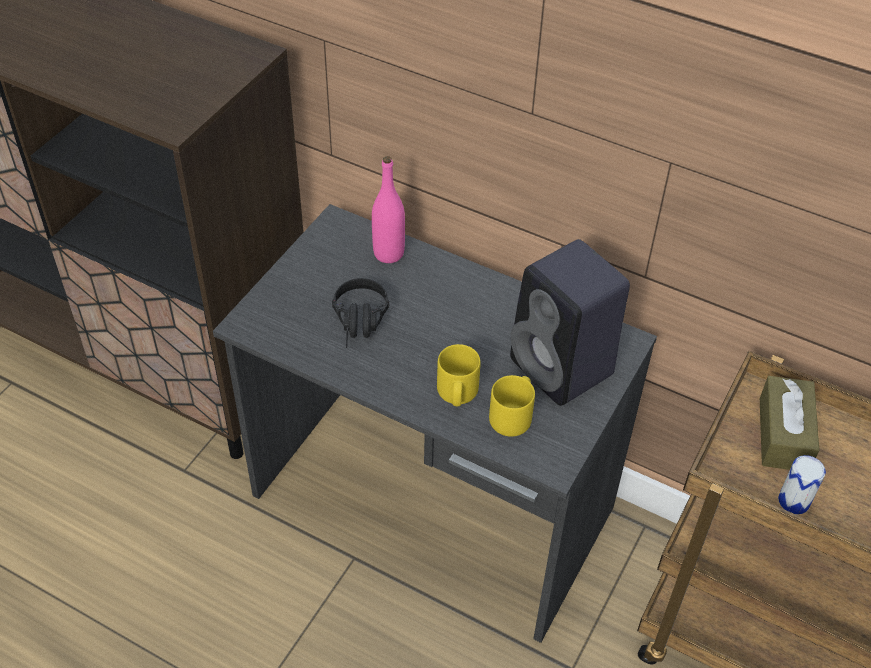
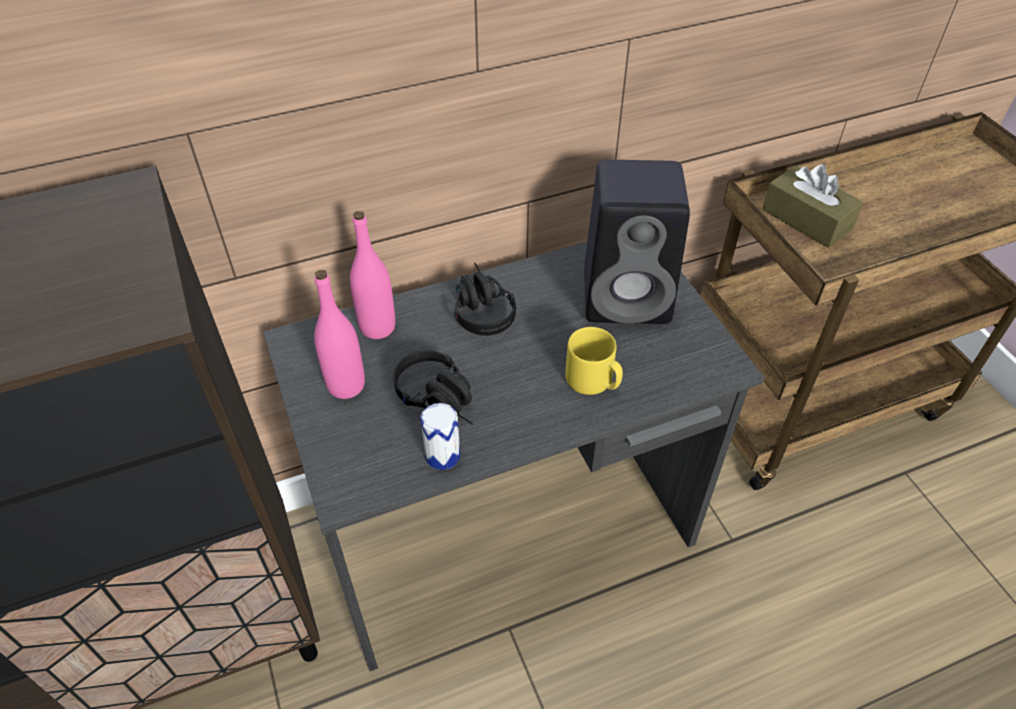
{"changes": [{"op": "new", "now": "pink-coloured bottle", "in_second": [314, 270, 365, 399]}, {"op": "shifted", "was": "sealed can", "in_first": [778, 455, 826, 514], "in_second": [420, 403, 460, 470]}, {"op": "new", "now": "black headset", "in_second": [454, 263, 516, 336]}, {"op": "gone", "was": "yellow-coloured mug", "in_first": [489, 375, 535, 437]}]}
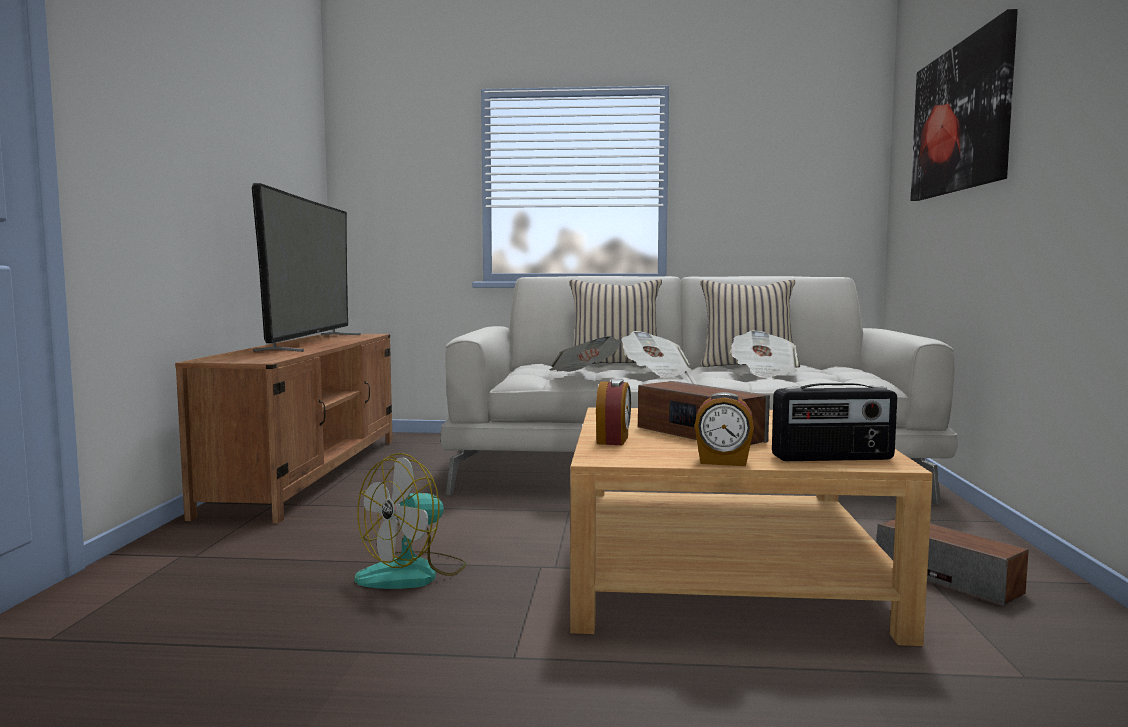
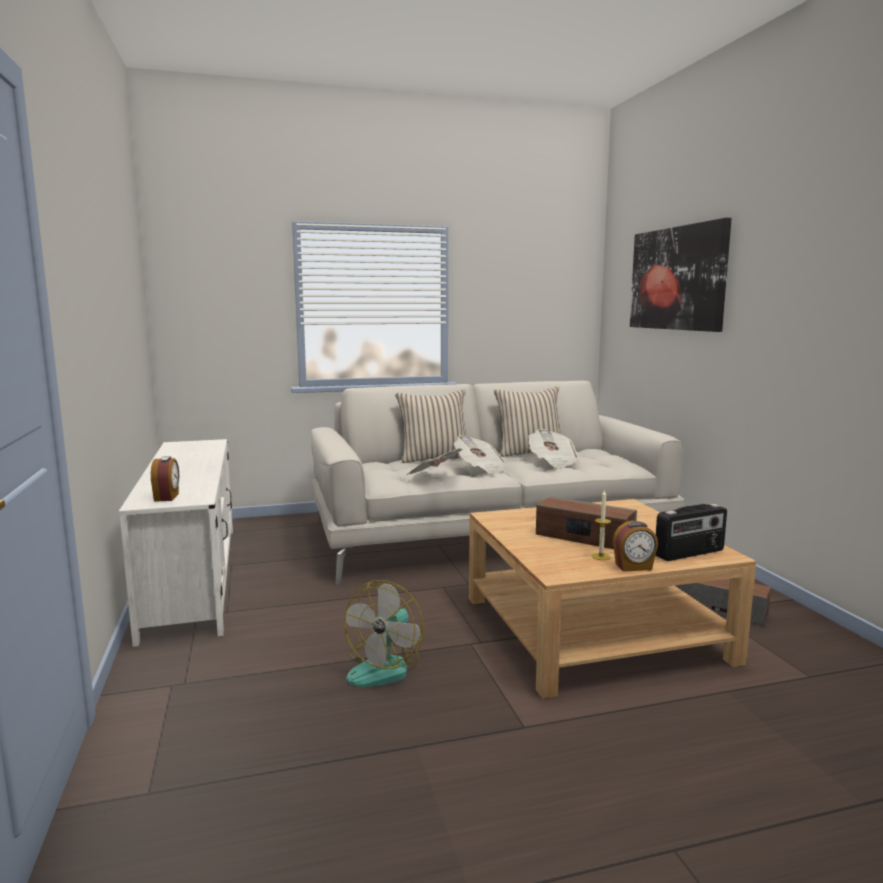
{"changes": [{"op": "repainted", "was": "brownish tv stand", "now": "whitish tv stand", "in_first": [175, 334, 393, 523], "in_second": [119, 439, 233, 647]}, {"op": "shifted", "was": "bedside clock", "in_first": [596, 379, 631, 445], "in_second": [151, 456, 179, 502]}, {"op": "new", "now": "candle", "in_second": [592, 489, 611, 560]}, {"op": "gone", "was": "television", "in_first": [252, 183, 361, 352]}]}
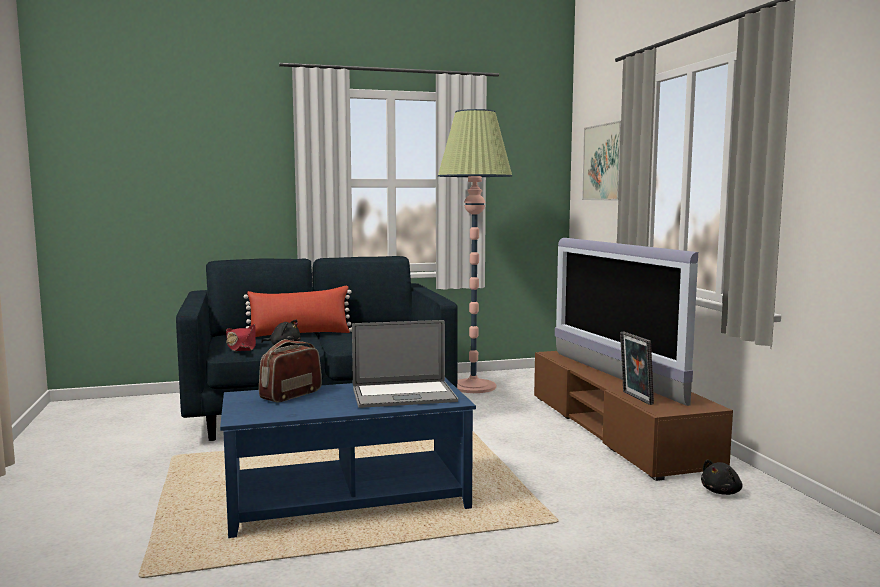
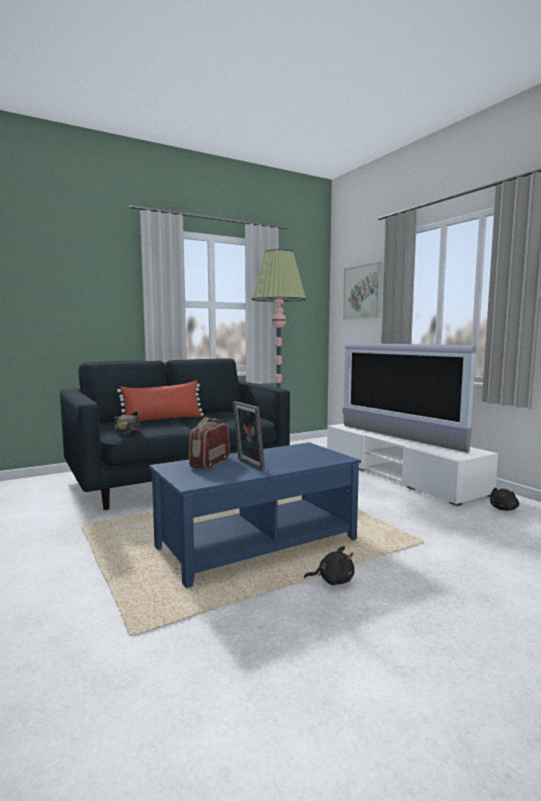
{"changes": [{"op": "repainted", "was": "reddish wearable hat", "now": "black wearable hat", "in_first": [226, 324, 256, 351], "in_second": [114, 411, 141, 434]}, {"op": "shifted", "was": "photo frame", "in_first": [620, 332, 654, 405], "in_second": [233, 401, 265, 470]}, {"op": "shifted", "was": "black cuddly toy", "in_first": [261, 319, 301, 347], "in_second": [304, 546, 355, 585]}, {"op": "repainted", "was": "brownish tv stand", "now": "whitish tv stand", "in_first": [534, 351, 733, 481], "in_second": [327, 424, 498, 506]}, {"op": "gone", "was": "notebook computer", "in_first": [352, 320, 458, 408]}]}
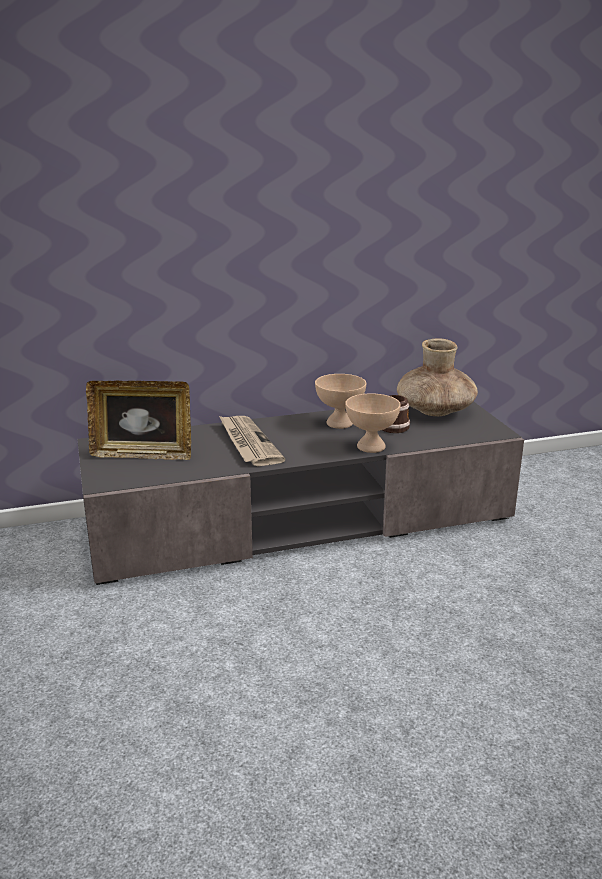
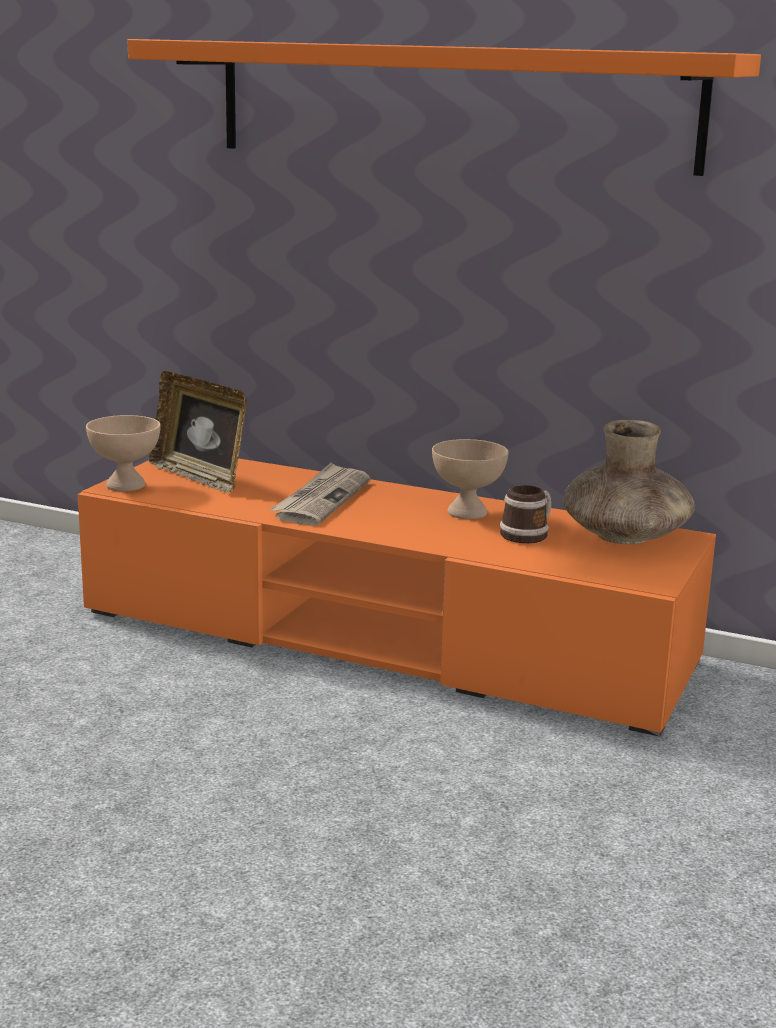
{"changes": [{"op": "repainted", "was": "grey tv stand", "now": "orange-coloured tv stand", "in_first": [77, 401, 524, 585], "in_second": [78, 458, 716, 737]}, {"op": "shifted", "was": "sand-coloured bowl", "in_first": [345, 393, 401, 453], "in_second": [86, 415, 161, 492]}, {"op": "new", "now": "orange-coloured bracket shelf", "in_second": [127, 39, 761, 176]}]}
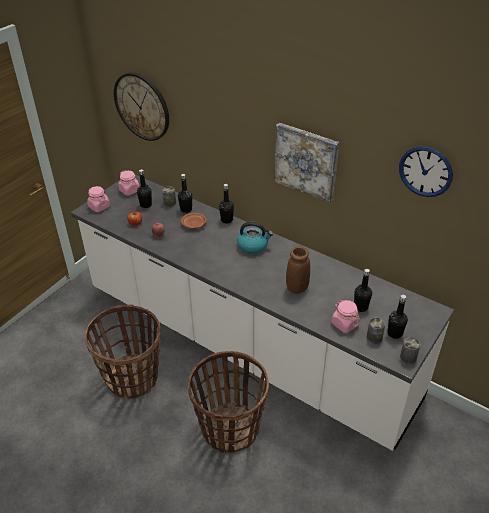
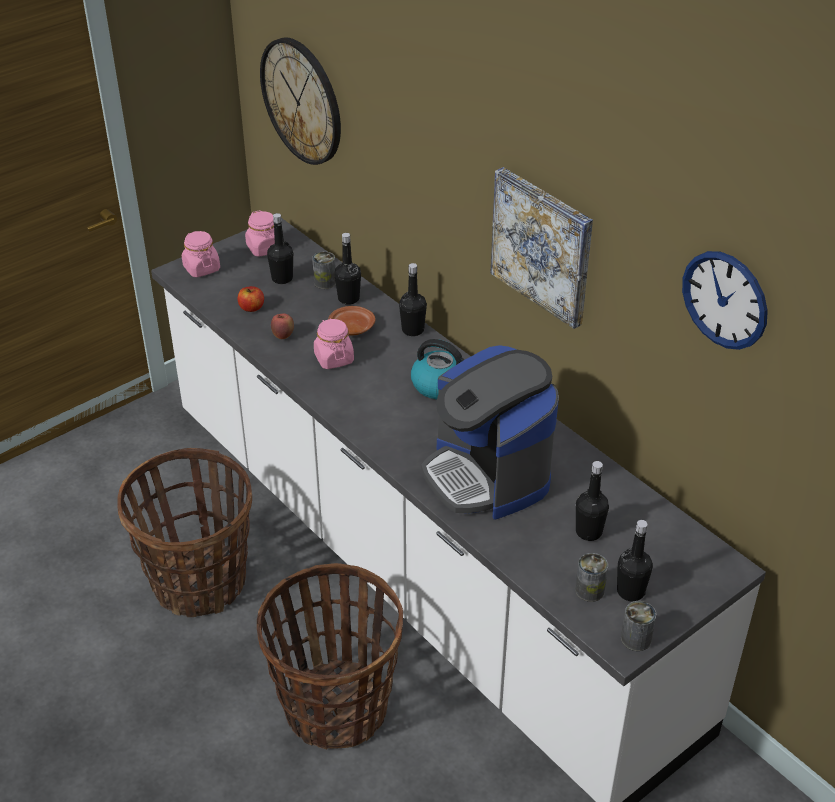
{"changes": [{"op": "shifted", "was": "pink-coloured preserve jar", "in_first": [332, 300, 360, 333], "in_second": [314, 318, 354, 369]}, {"op": "swapped", "was": "brownish decorative vase", "now": "coffee maker", "in_first": [286, 246, 310, 294], "in_second": [421, 345, 559, 519]}]}
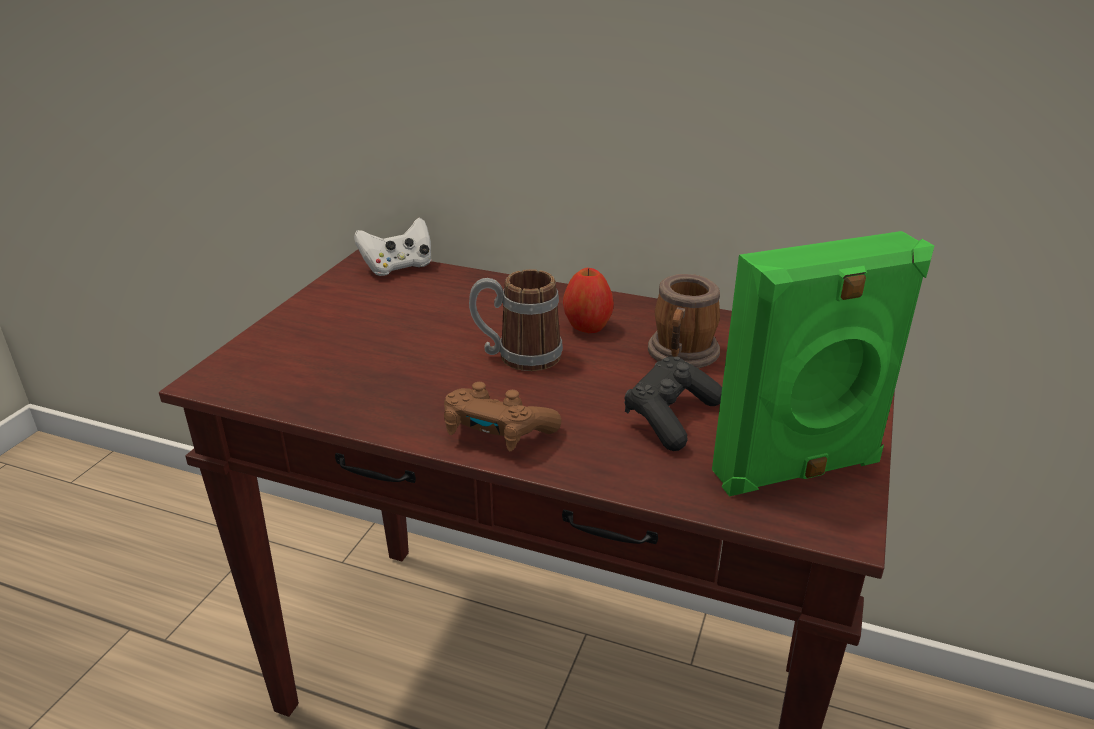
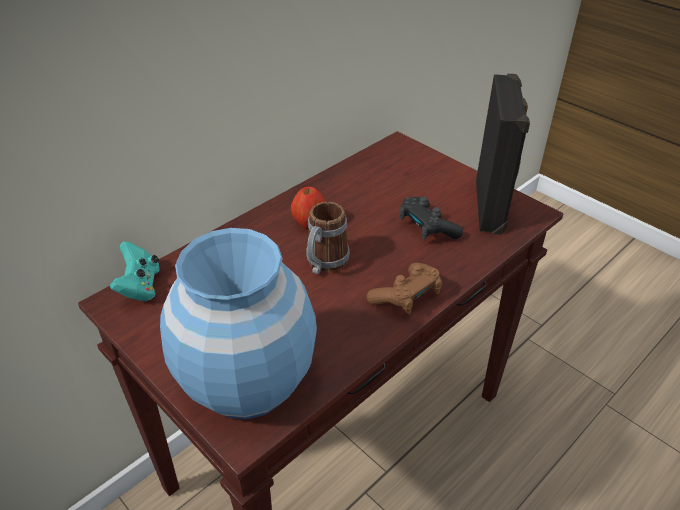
{"changes": [{"op": "repainted", "was": "whitish game controller", "now": "blue-green game controller", "in_first": [354, 217, 432, 276], "in_second": [110, 241, 160, 301]}, {"op": "new", "now": "blue decorative vase", "in_second": [160, 228, 317, 419]}, {"op": "repainted", "was": "green-coloured loudspeaker", "now": "black loudspeaker", "in_first": [712, 231, 934, 497], "in_second": [476, 74, 530, 235]}, {"op": "gone", "was": "mug", "in_first": [648, 274, 720, 368]}]}
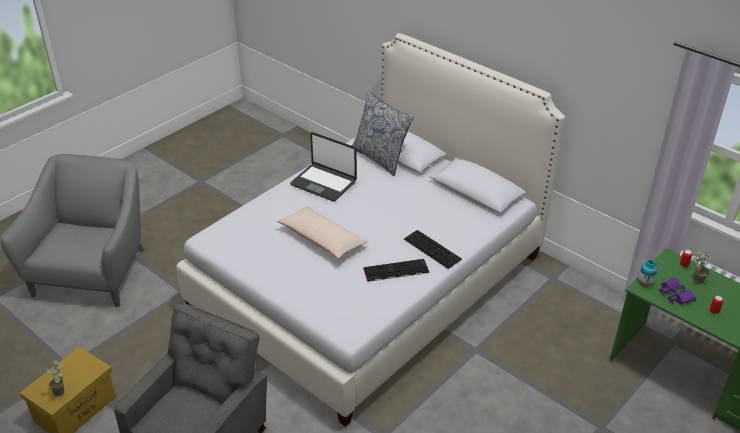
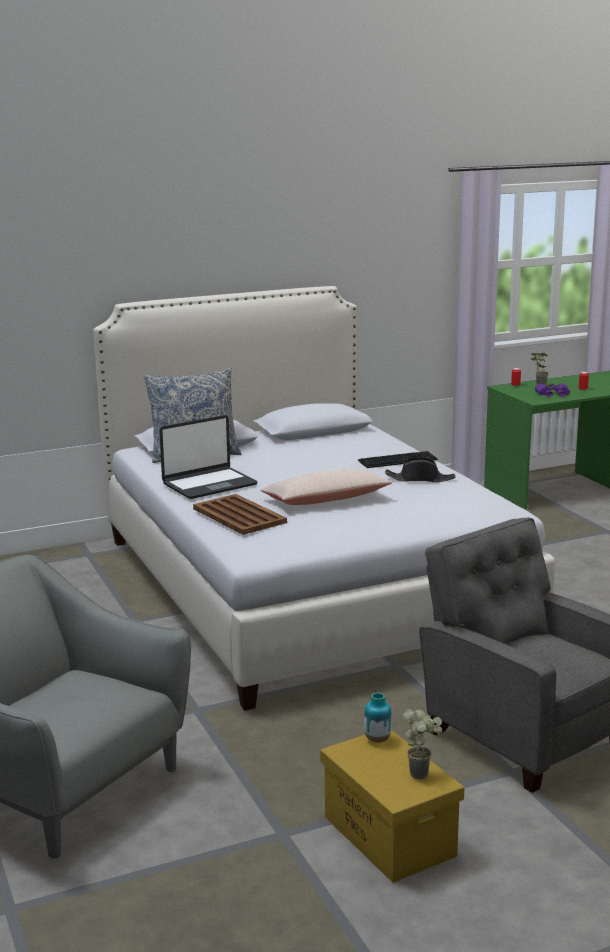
{"changes": [{"op": "new", "now": "brownish tray", "in_second": [193, 494, 287, 535]}, {"op": "shifted", "was": "decorative vase", "in_first": [639, 259, 657, 286], "in_second": [364, 692, 392, 743]}, {"op": "swapped", "was": "keyboard", "now": "black wearable hat", "in_first": [363, 259, 429, 282], "in_second": [385, 457, 456, 482]}]}
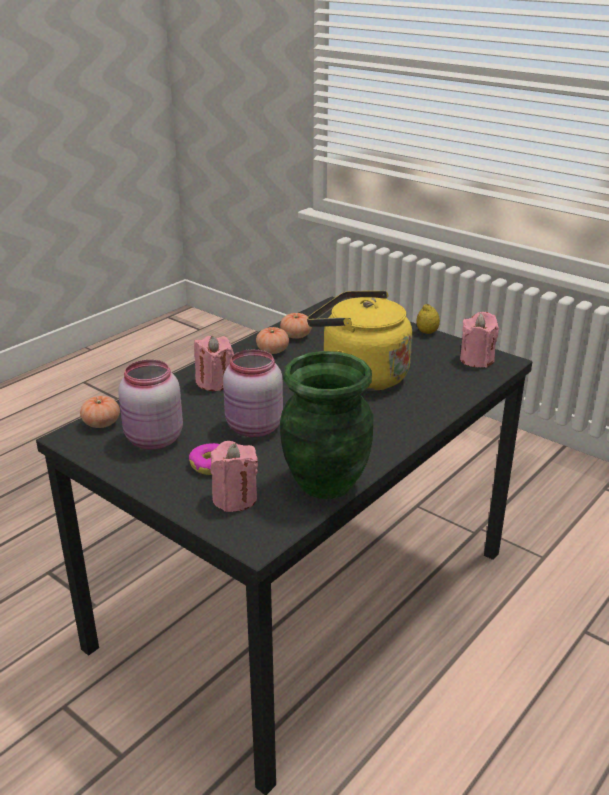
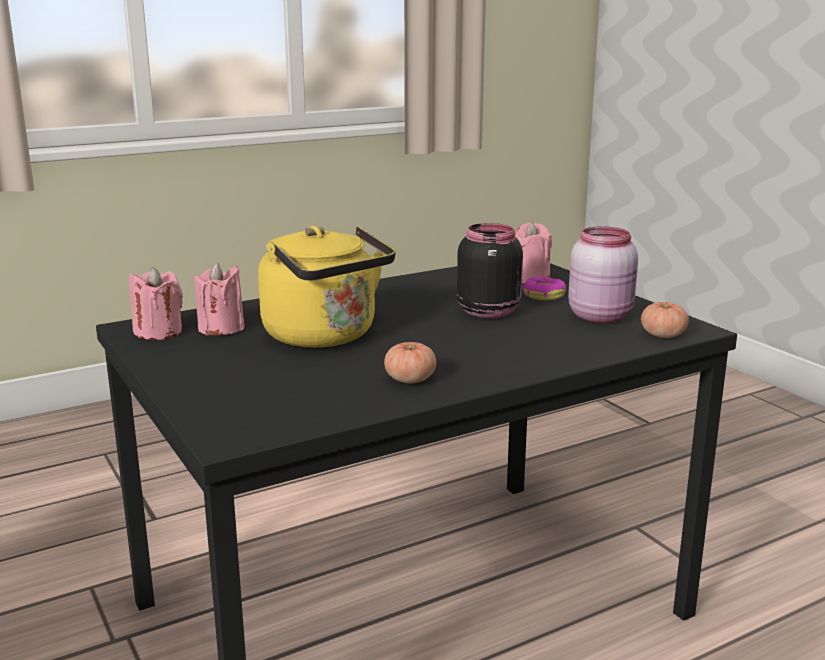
{"changes": [{"op": "shifted", "was": "pink-coloured candle", "in_first": [194, 336, 234, 391], "in_second": [194, 262, 245, 336]}, {"op": "repainted", "was": "pink-coloured preserve jar", "now": "black preserve jar", "in_first": [223, 349, 283, 437], "in_second": [457, 223, 523, 319]}, {"op": "gone", "was": "whole tomato", "in_first": [280, 313, 312, 339]}, {"op": "gone", "was": "green-coloured decorative vase", "in_first": [280, 351, 374, 499]}, {"op": "gone", "was": "citrus fruit", "in_first": [416, 304, 440, 334]}]}
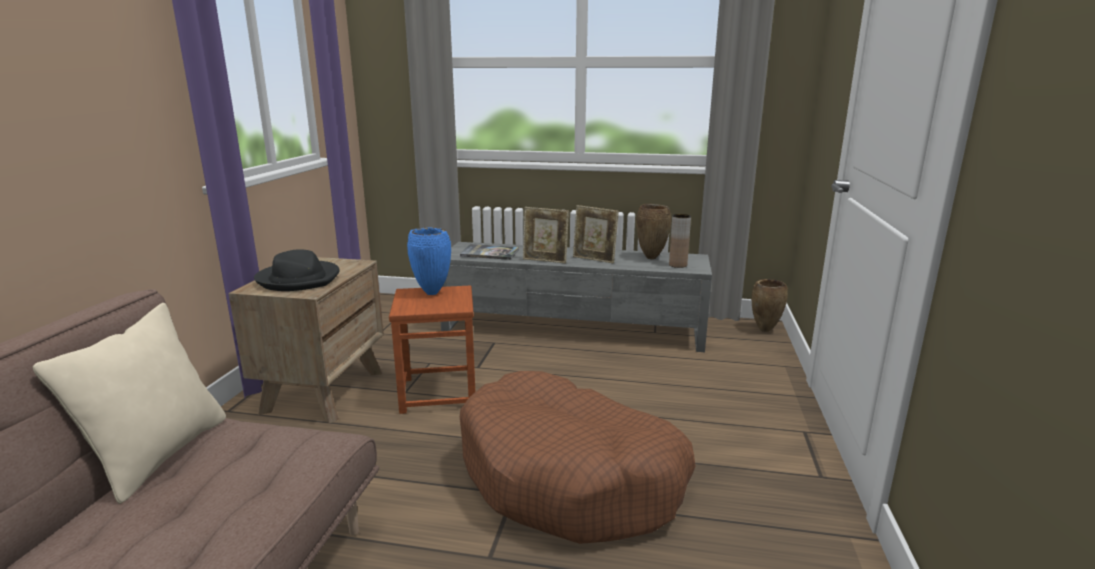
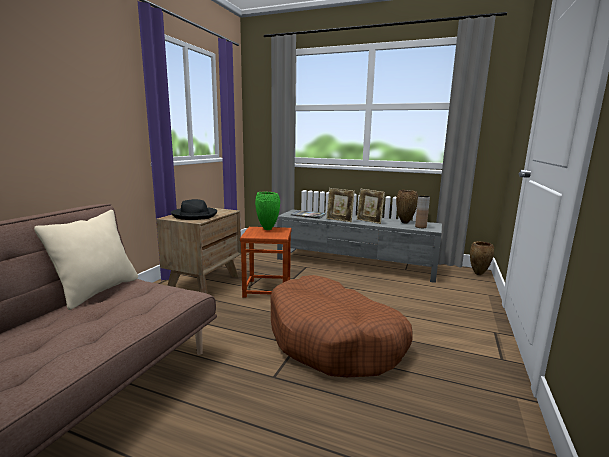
{"changes": [{"op": "repainted", "was": "blue decorative vase", "now": "green-coloured decorative vase", "in_first": [407, 228, 451, 295], "in_second": [255, 192, 280, 230]}]}
